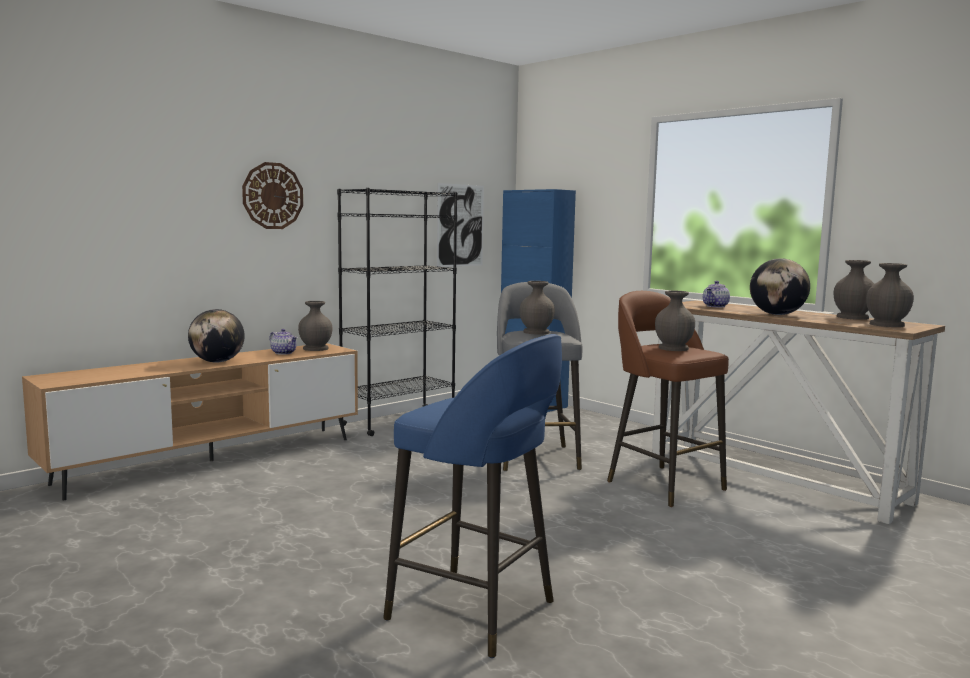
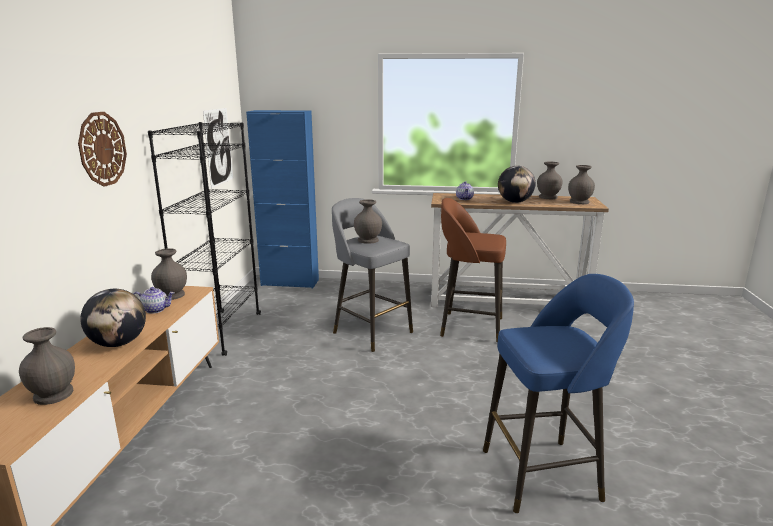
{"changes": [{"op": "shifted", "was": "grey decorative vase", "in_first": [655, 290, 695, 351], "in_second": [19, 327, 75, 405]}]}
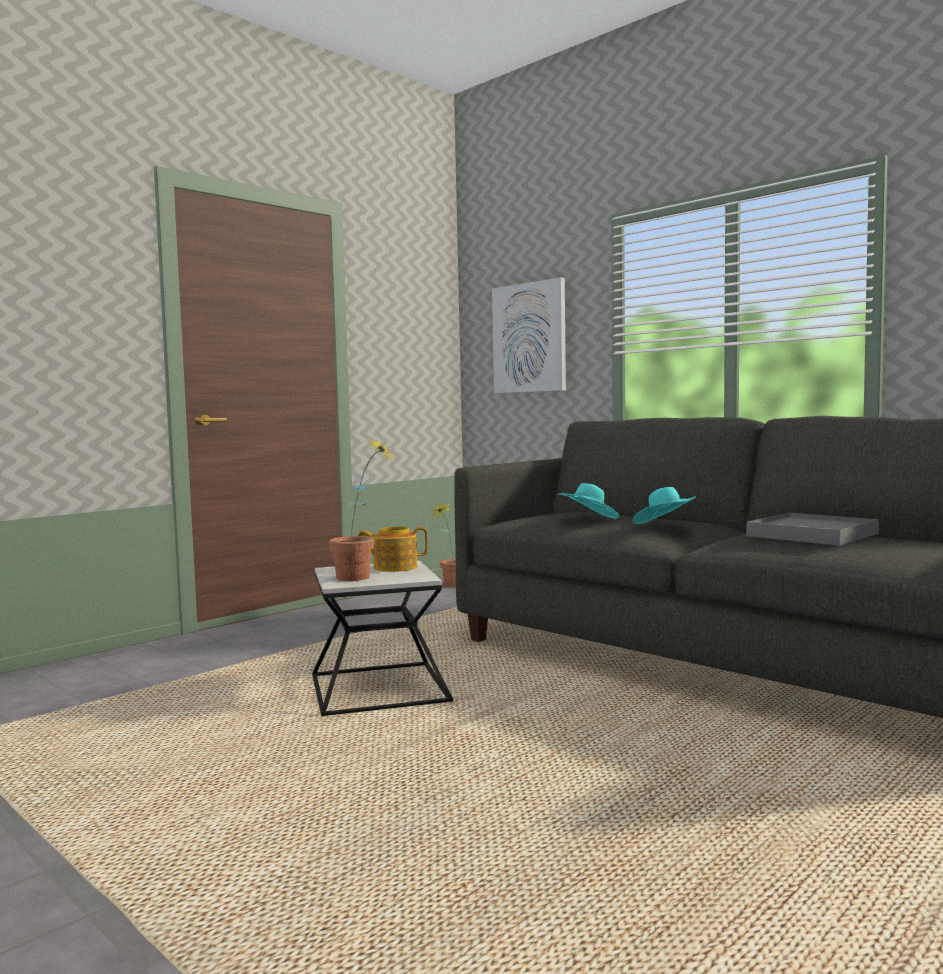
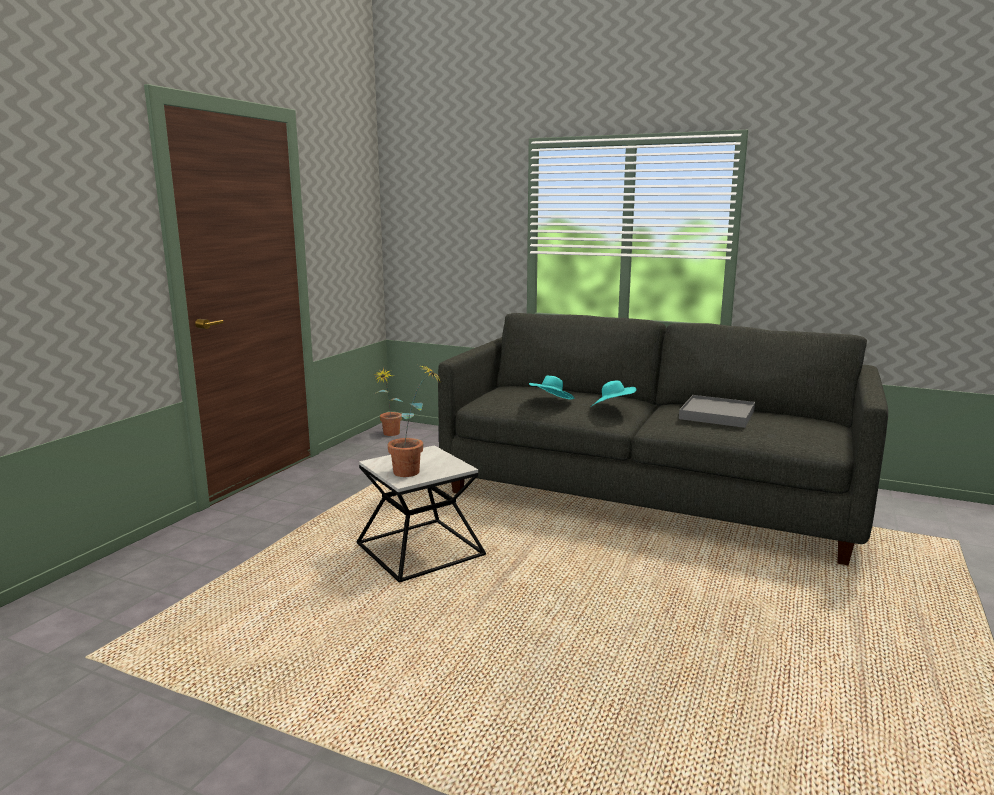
{"changes": [{"op": "gone", "was": "teapot", "in_first": [358, 526, 428, 572]}, {"op": "gone", "was": "wall art", "in_first": [492, 277, 566, 393]}]}
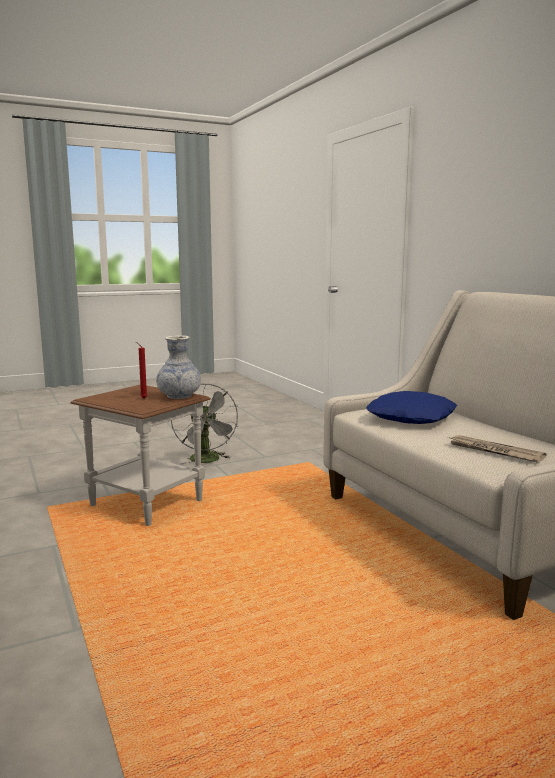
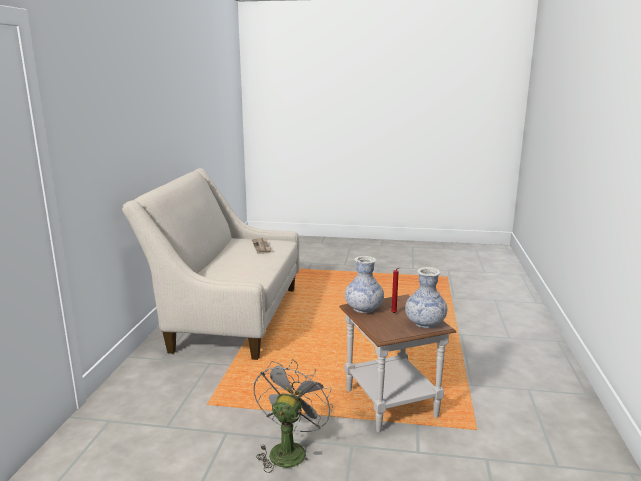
{"changes": [{"op": "new", "now": "decorative vase", "in_second": [405, 267, 447, 328]}, {"op": "gone", "was": "blue throw pillow", "in_first": [366, 391, 457, 424]}]}
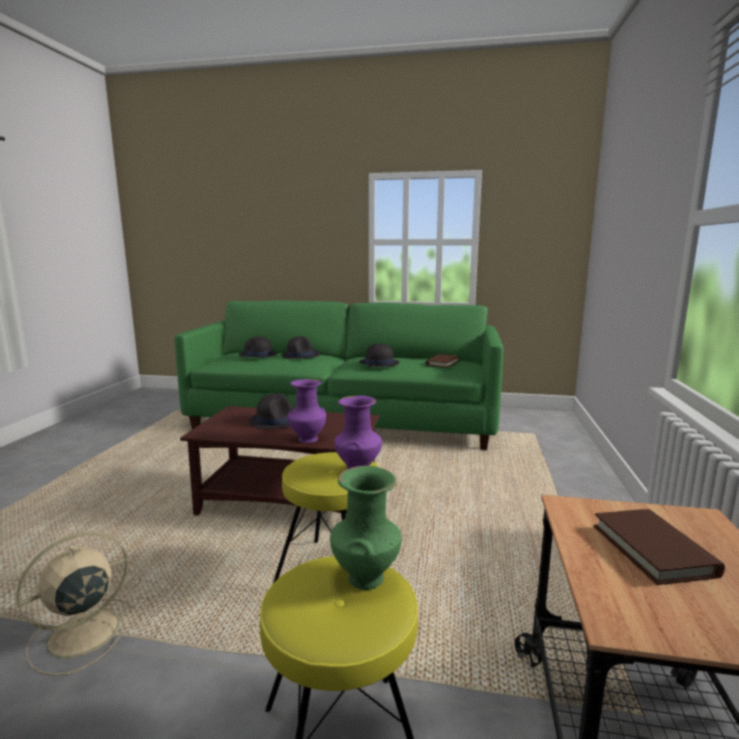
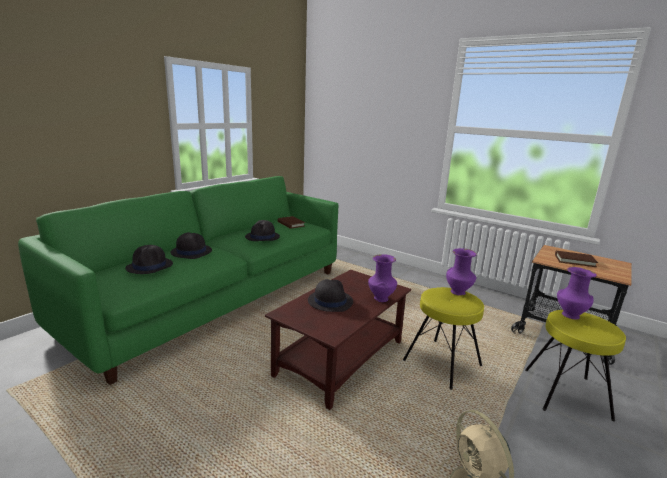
{"changes": [{"op": "repainted", "was": "green-coloured decorative vase", "now": "purplish decorative vase", "in_first": [330, 466, 402, 590], "in_second": [557, 267, 597, 319]}]}
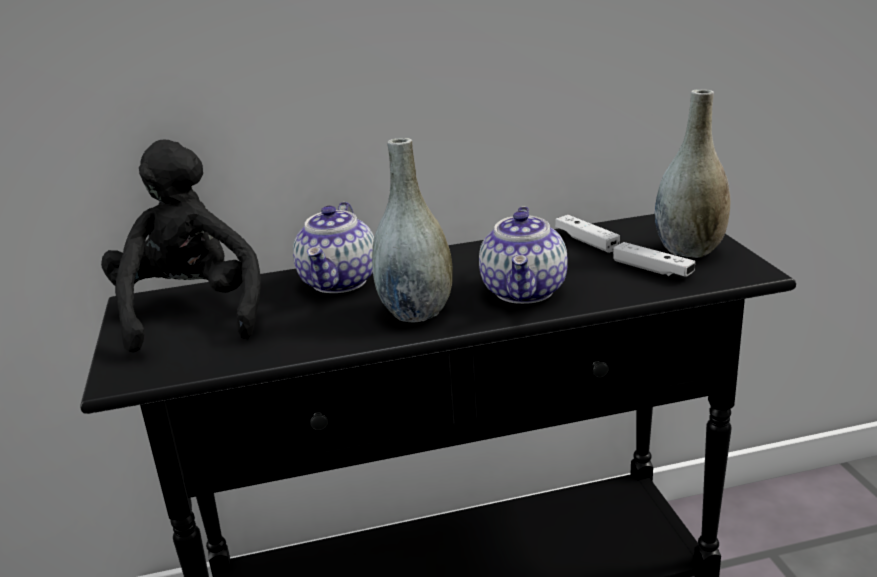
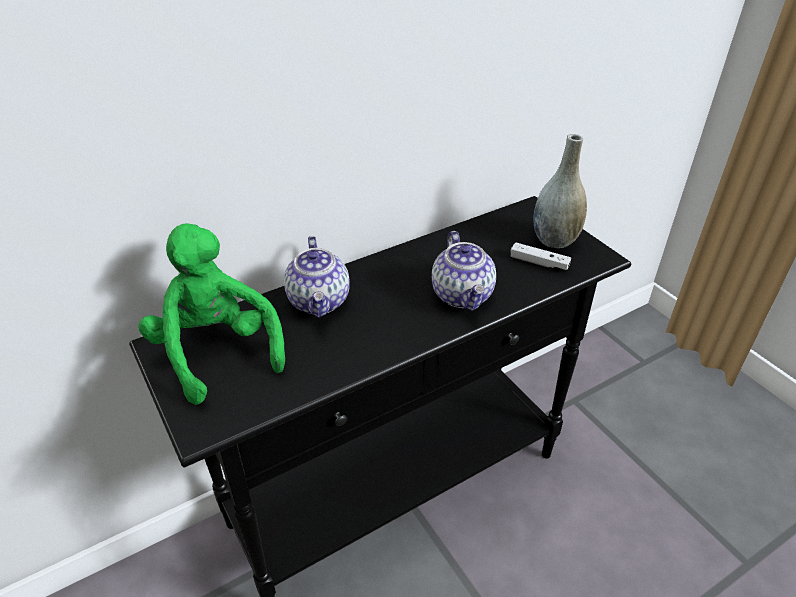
{"changes": [{"op": "repainted", "was": "black cuddly toy", "now": "green-coloured cuddly toy", "in_first": [101, 140, 261, 353], "in_second": [138, 223, 285, 405]}, {"op": "gone", "was": "grey decorative vase", "in_first": [372, 138, 453, 323]}, {"op": "gone", "was": "whitish game controller", "in_first": [555, 215, 620, 253]}]}
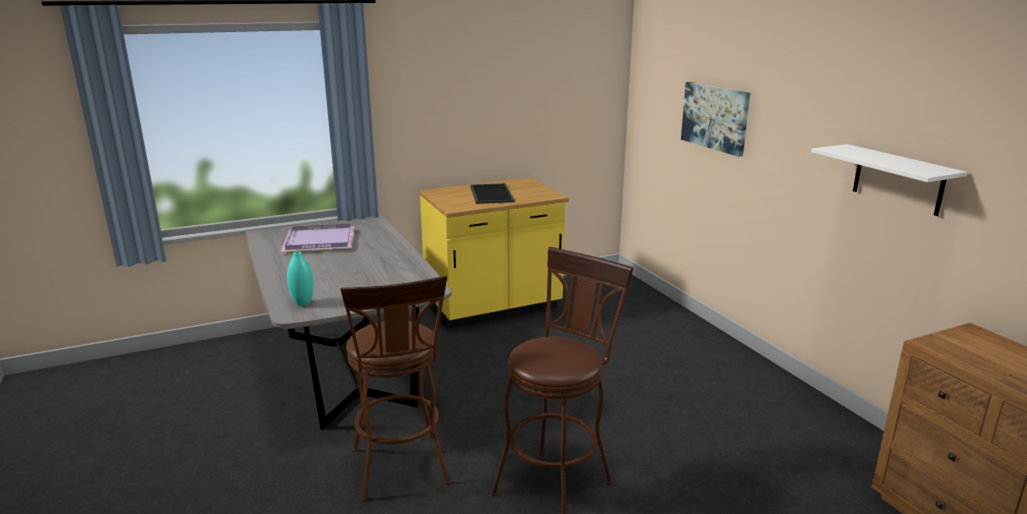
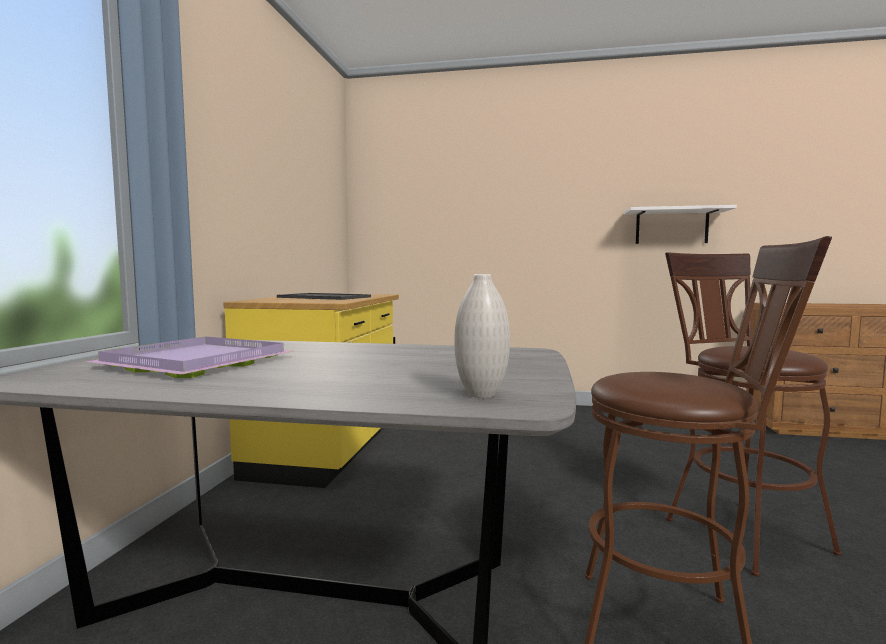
{"changes": [{"op": "repainted", "was": "blue-green decorative vase", "now": "whitish decorative vase", "in_first": [287, 251, 314, 306], "in_second": [454, 274, 510, 398]}, {"op": "gone", "was": "wall art", "in_first": [681, 82, 750, 157]}]}
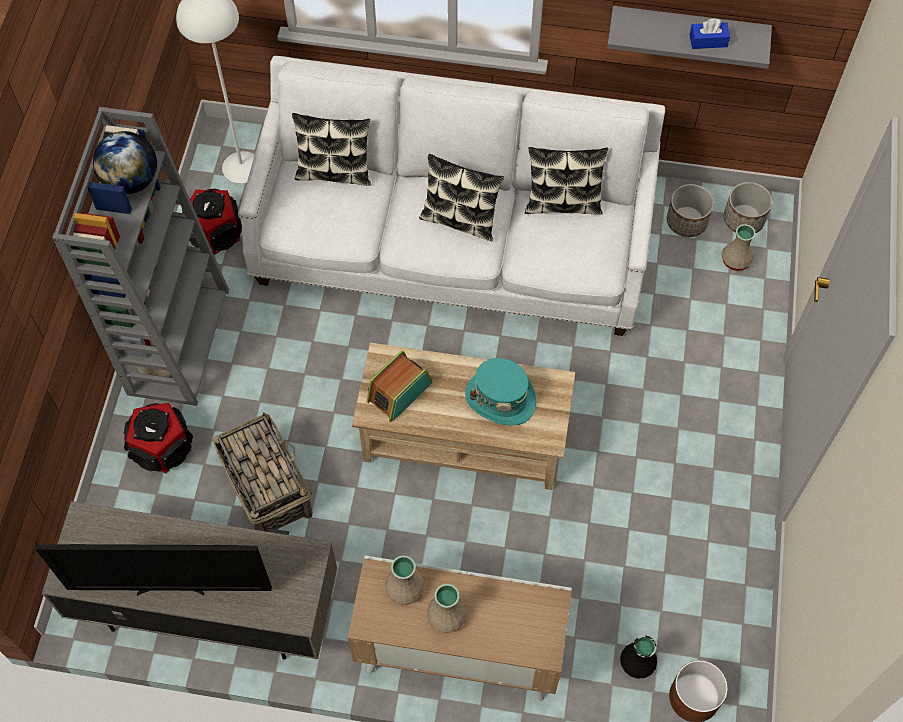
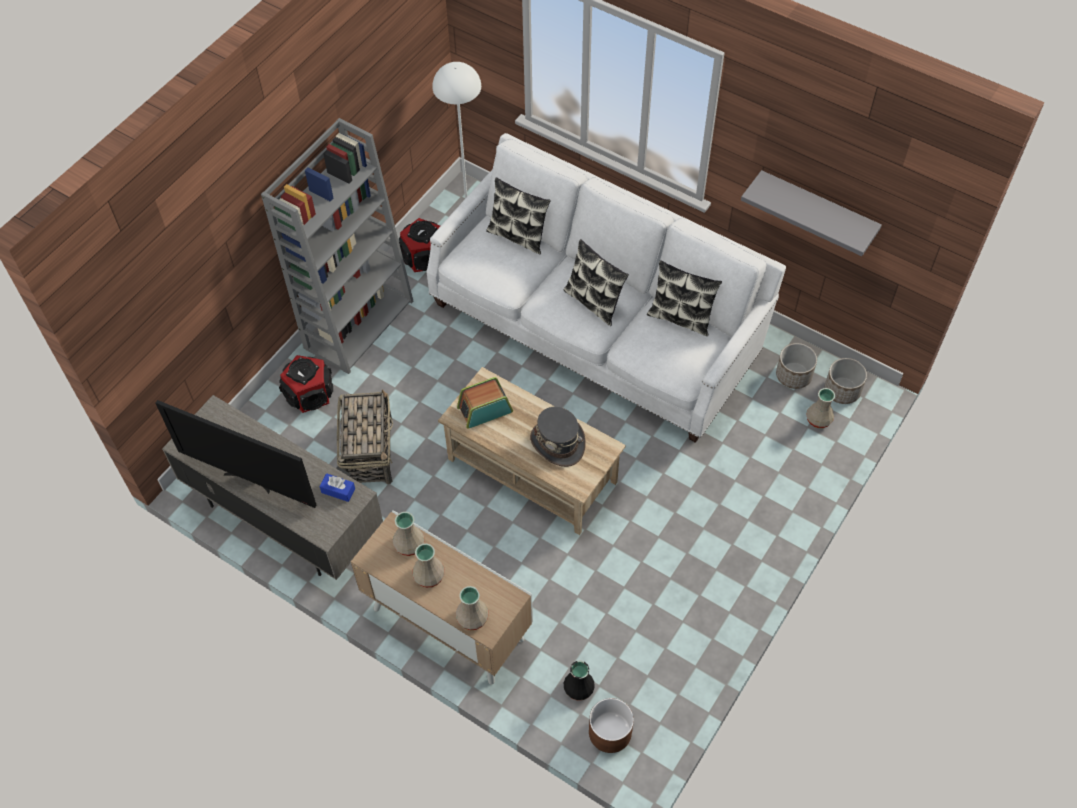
{"changes": [{"op": "shifted", "was": "blue tissue holder", "in_first": [690, 18, 730, 49], "in_second": [319, 473, 355, 502]}, {"op": "new", "now": "sand-coloured decorative vase", "in_second": [456, 586, 489, 630]}, {"op": "repainted", "was": "blue-green wearable hat", "now": "grey wearable hat", "in_first": [465, 358, 536, 426], "in_second": [530, 407, 586, 467]}, {"op": "gone", "was": "globe", "in_first": [93, 131, 157, 194]}]}
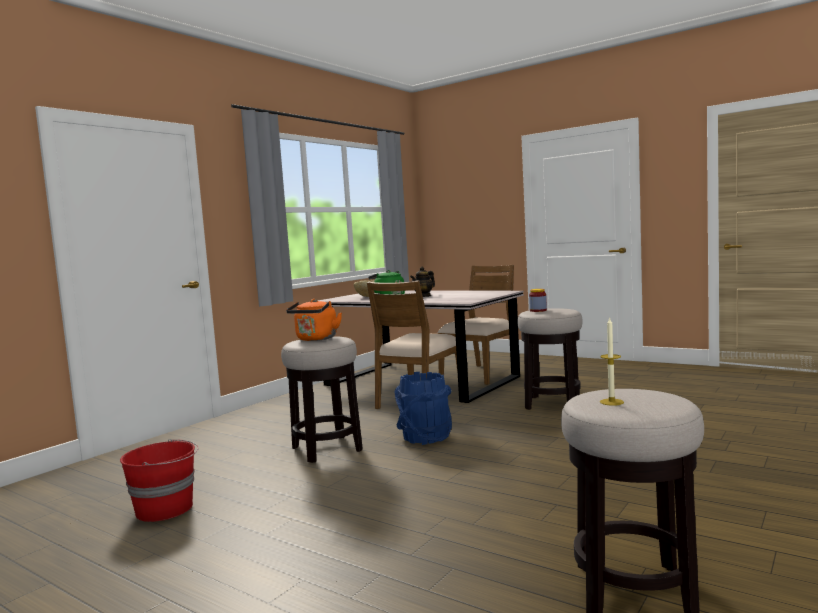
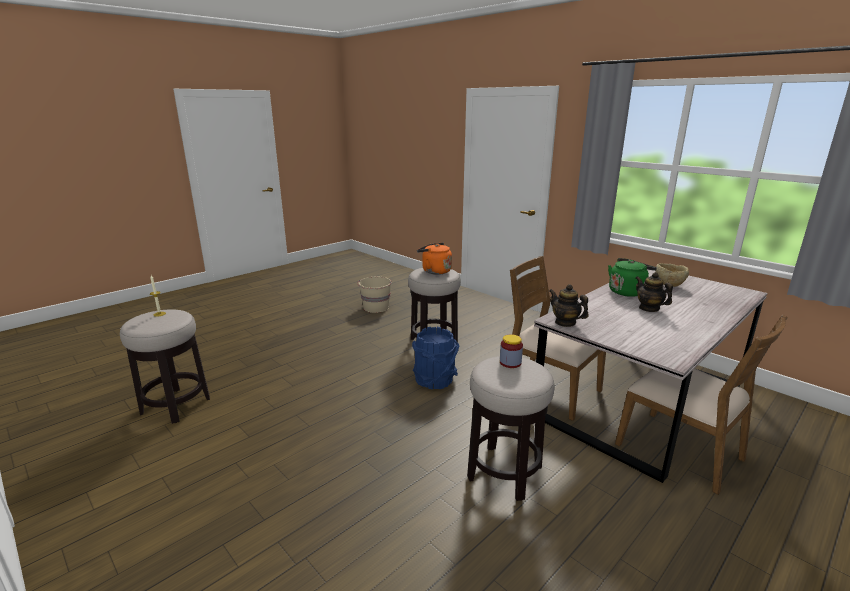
{"changes": [{"op": "repainted", "was": "reddish pail", "now": "sand-coloured pail", "in_first": [120, 439, 198, 522], "in_second": [358, 277, 392, 313]}, {"op": "new", "now": "teapot", "in_second": [549, 284, 589, 327]}]}
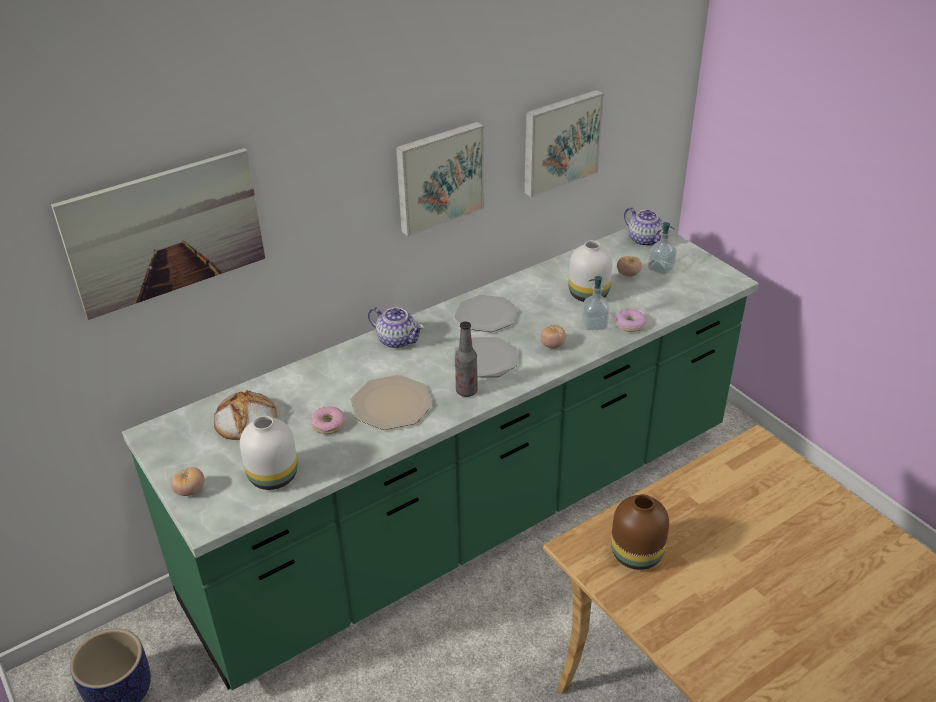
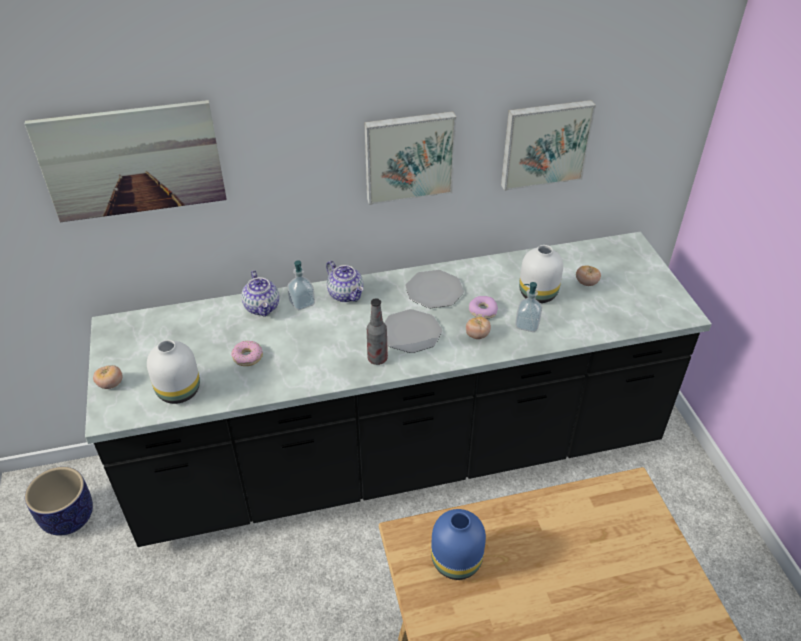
{"changes": [{"op": "repainted", "was": "green-coloured counter", "now": "black counter", "in_first": [122, 228, 759, 690], "in_second": [85, 232, 712, 547]}, {"op": "shifted", "was": "teapot", "in_first": [624, 207, 670, 246], "in_second": [241, 270, 279, 317]}, {"op": "shifted", "was": "soap bottle", "in_first": [648, 222, 677, 275], "in_second": [288, 261, 315, 310]}, {"op": "repainted", "was": "brownish decorative vase", "now": "blue decorative vase", "in_first": [611, 494, 669, 570], "in_second": [431, 509, 486, 580]}, {"op": "shifted", "was": "doughnut", "in_first": [616, 309, 647, 332], "in_second": [469, 296, 498, 319]}, {"op": "gone", "was": "baked bread", "in_first": [214, 390, 277, 440]}, {"op": "gone", "was": "flat dish", "in_first": [351, 375, 433, 430]}]}
